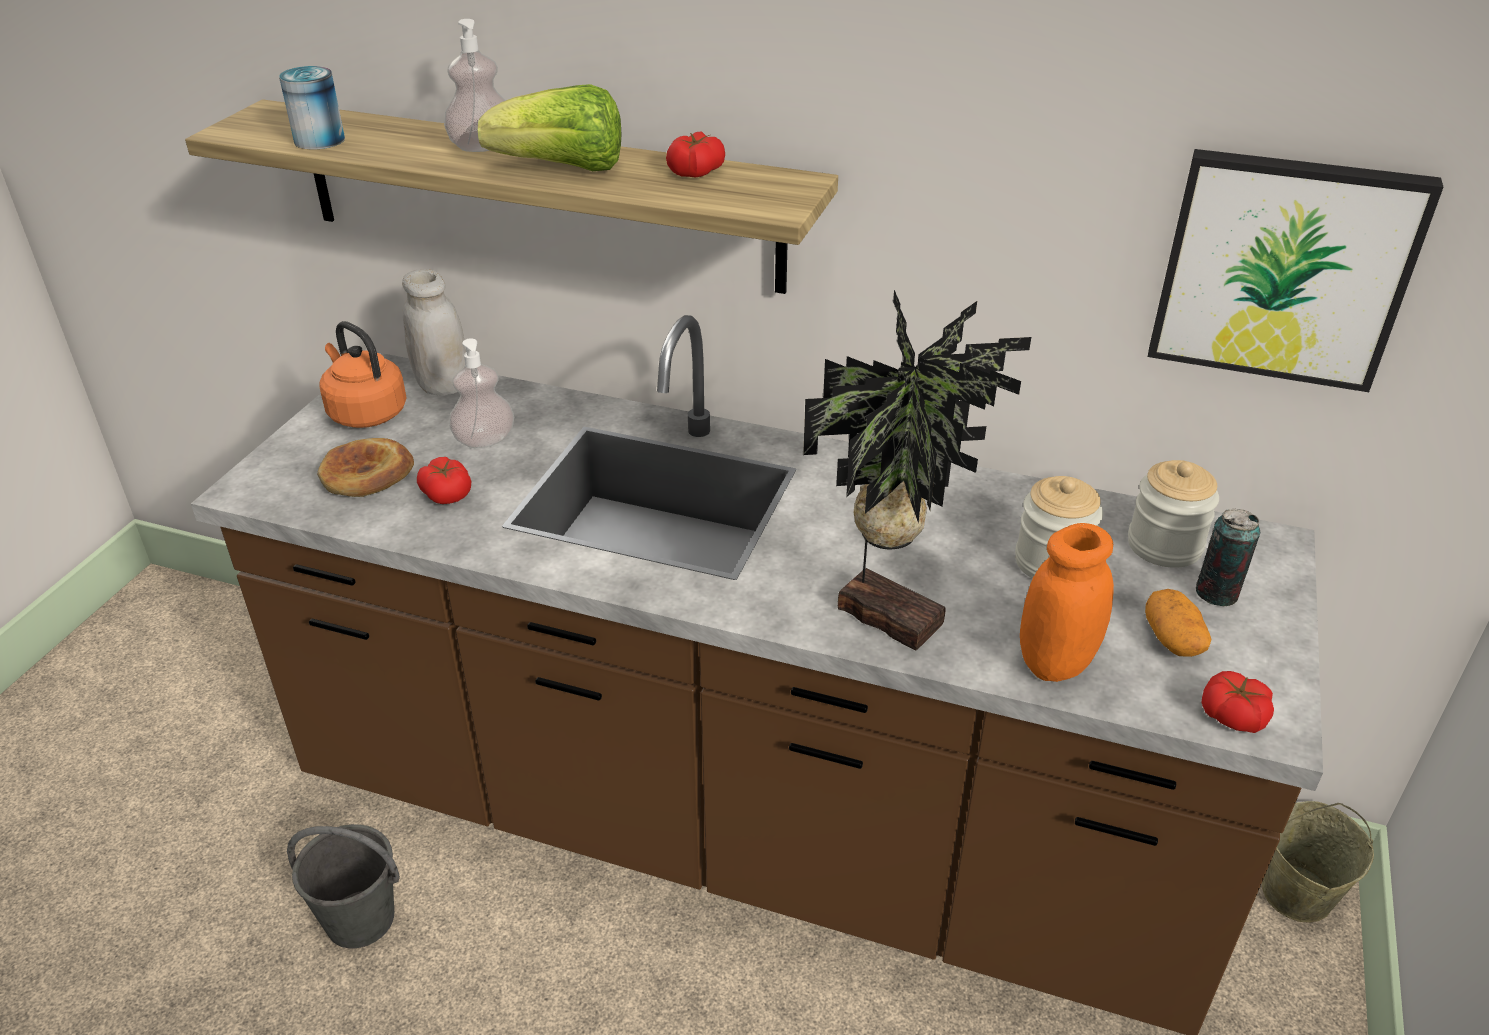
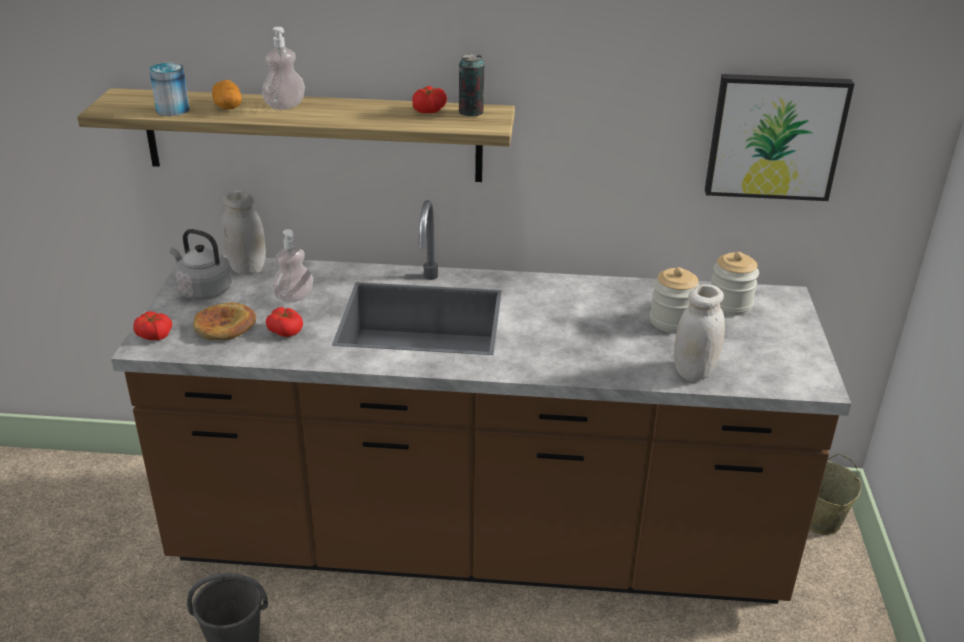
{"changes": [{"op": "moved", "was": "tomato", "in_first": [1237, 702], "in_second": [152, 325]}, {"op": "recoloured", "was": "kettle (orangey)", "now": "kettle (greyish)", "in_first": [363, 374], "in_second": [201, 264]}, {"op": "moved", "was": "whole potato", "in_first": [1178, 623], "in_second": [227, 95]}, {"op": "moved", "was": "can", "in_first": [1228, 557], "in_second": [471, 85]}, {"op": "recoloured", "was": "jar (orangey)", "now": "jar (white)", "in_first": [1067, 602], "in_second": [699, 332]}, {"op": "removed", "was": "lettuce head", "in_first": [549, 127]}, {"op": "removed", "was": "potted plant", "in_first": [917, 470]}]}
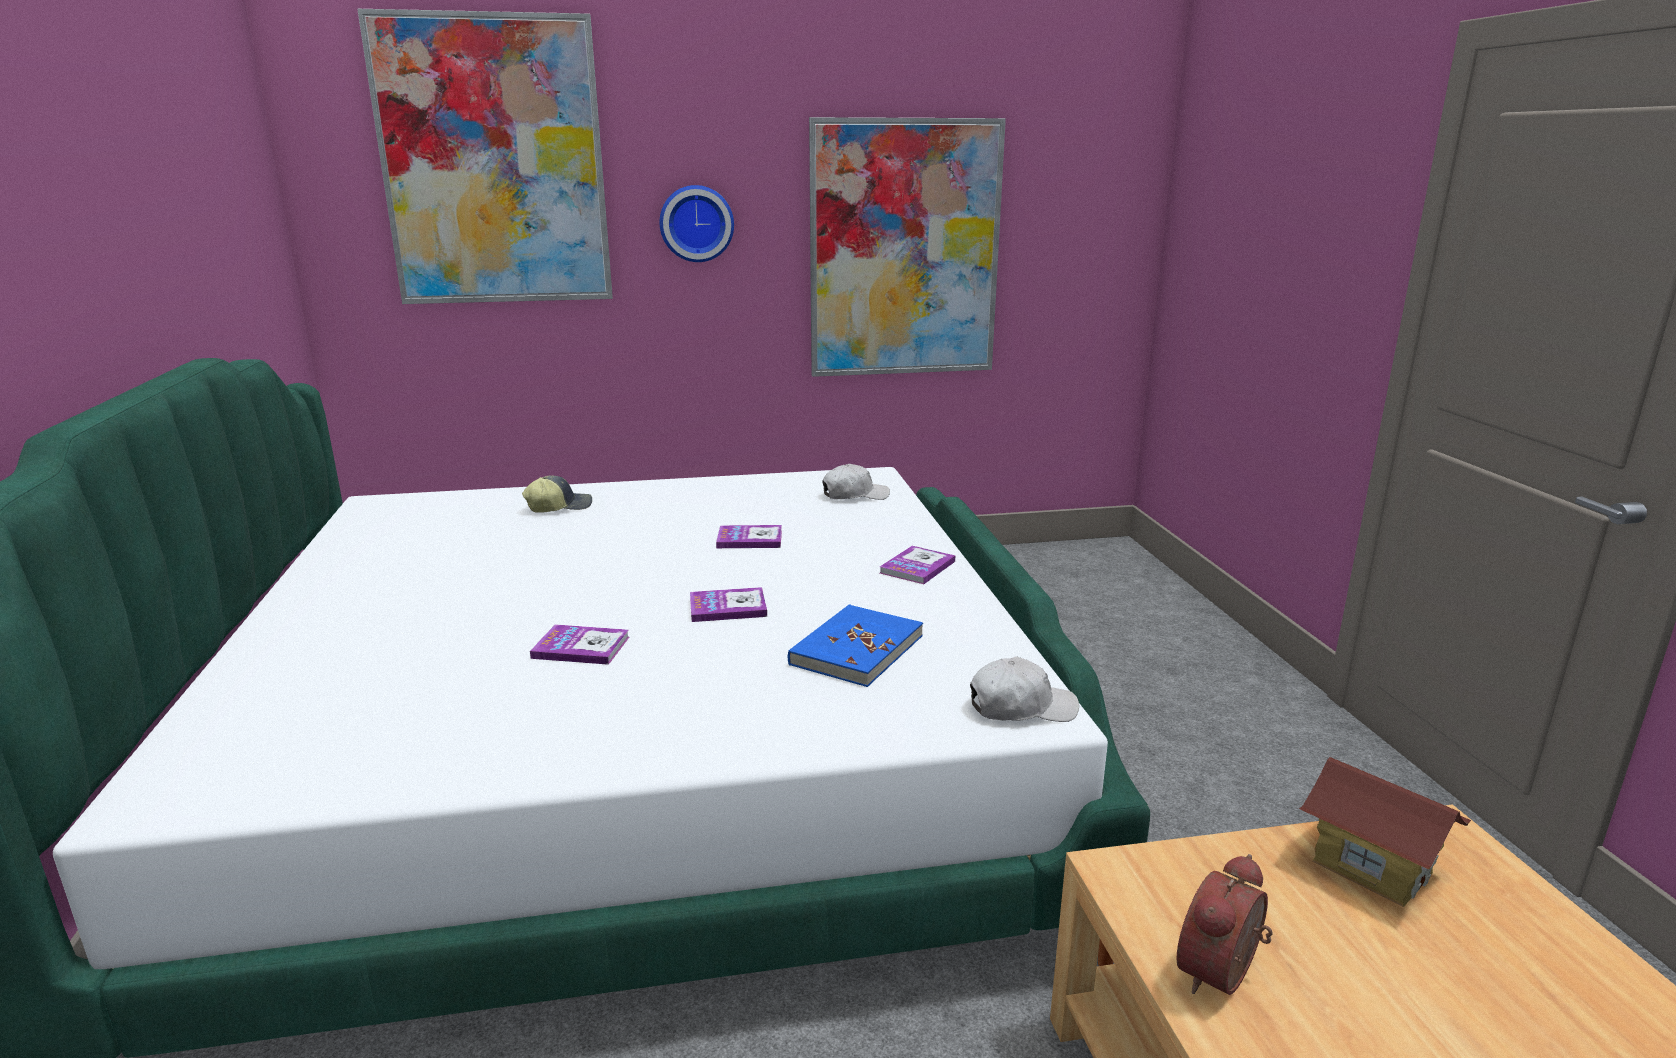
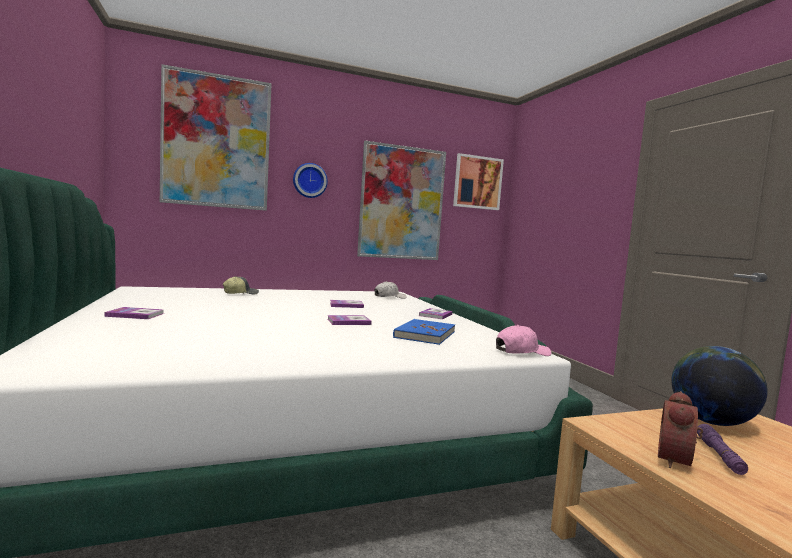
{"changes": [{"op": "moved", "was": "bound book", "in_first": [579, 644], "in_second": [134, 313]}, {"op": "added", "now": "wall art", "in_second": [478, 181]}, {"op": "recoloured", "was": "peaked cap (white)", "now": "peaked cap (pink-coloured)", "in_first": [1024, 689], "in_second": [523, 340]}, {"op": "replaced", "was": "toy house", "now": "world globe", "in_first": [1385, 832], "in_second": [719, 386]}, {"op": "added", "now": "flashlight (purplish)", "in_second": [722, 449]}]}
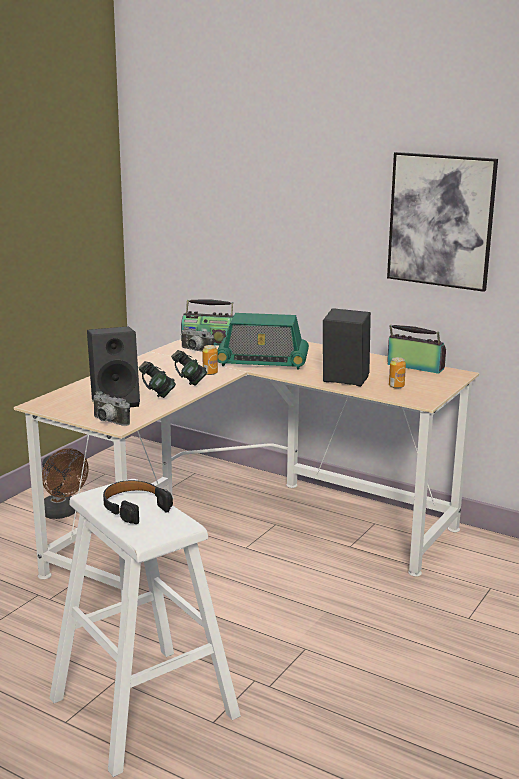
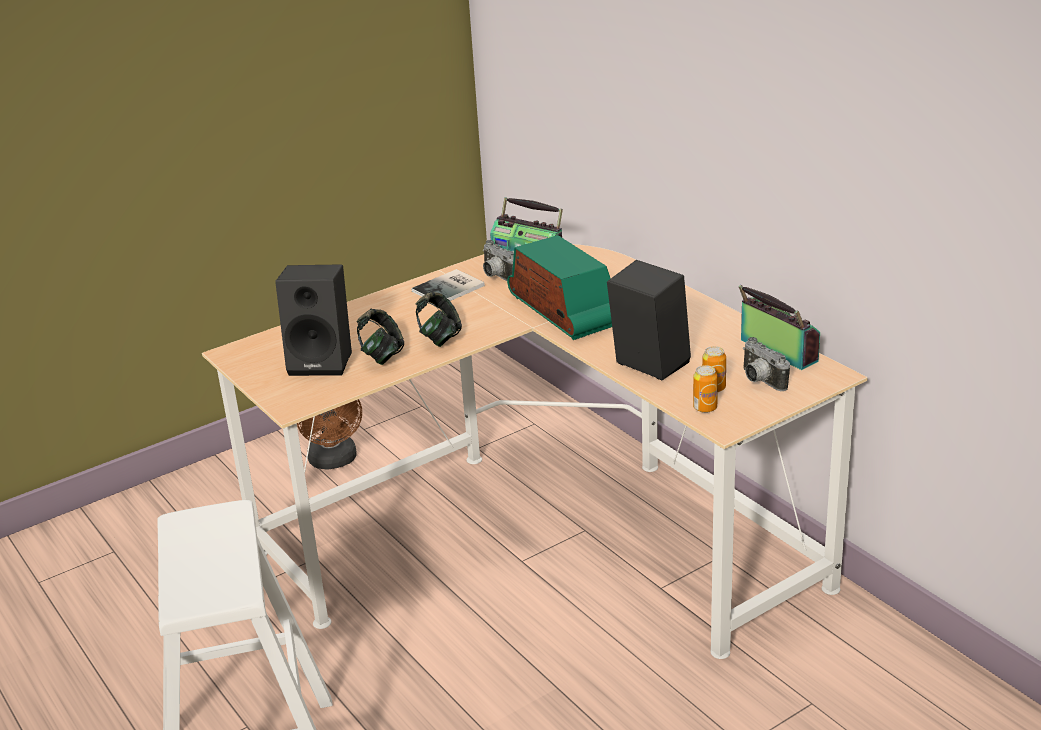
{"changes": [{"op": "added", "now": "bound book", "in_second": [448, 285]}, {"op": "turned", "was": "radio set", "in_first": [263, 341], "in_second": [559, 287], "clockwise": -150}, {"op": "moved", "was": "can", "in_first": [210, 360], "in_second": [705, 389]}, {"op": "moved", "was": "photo camera", "in_first": [111, 408], "in_second": [766, 364]}, {"op": "removed", "was": "headphones (blackish)", "in_first": [138, 502]}, {"op": "removed", "was": "wall art", "in_first": [442, 222]}]}
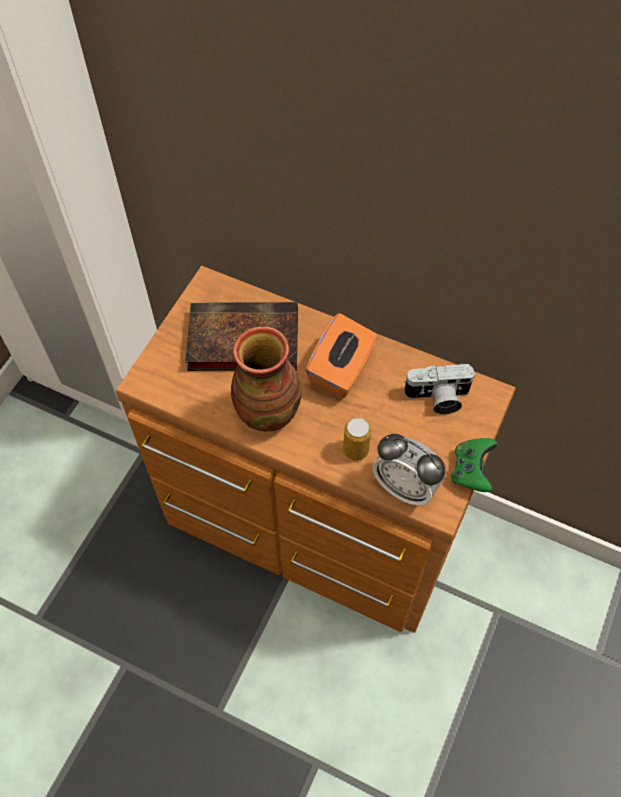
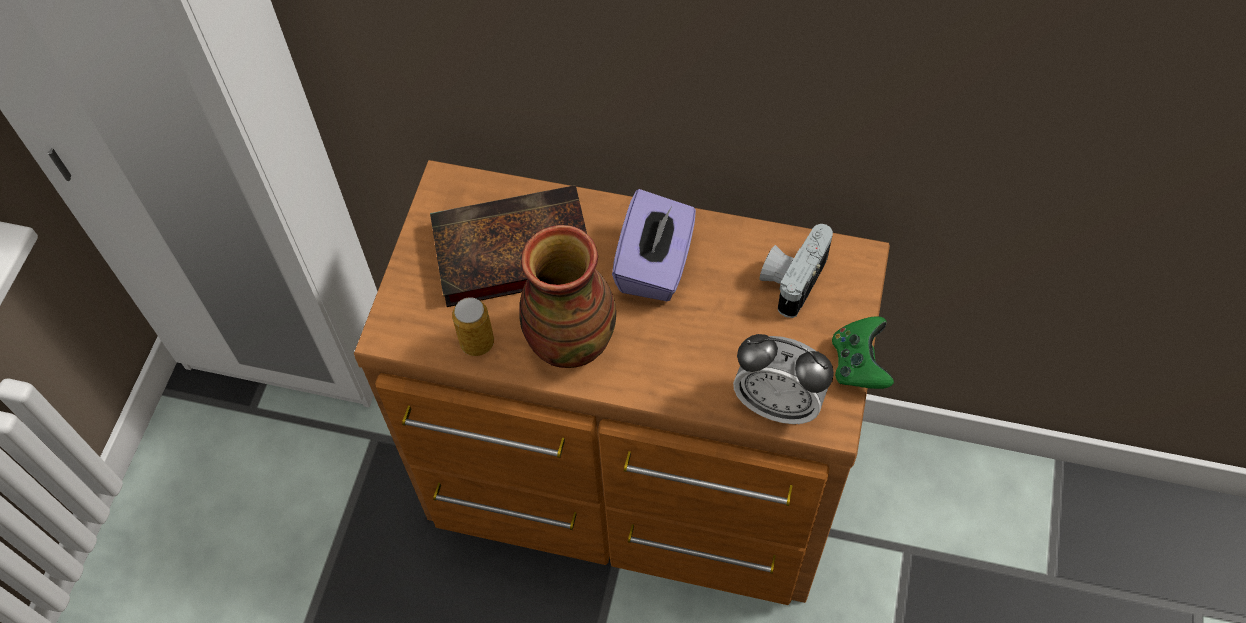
{"changes": [{"op": "moved", "was": "can", "in_first": [357, 439], "in_second": [473, 326]}, {"op": "recoloured", "was": "tissue box (orangey)", "now": "tissue box (purplish)", "in_first": [341, 355], "in_second": [654, 245]}, {"op": "turned", "was": "photo camera", "in_first": [439, 389], "in_second": [796, 271], "clockwise": 135}]}
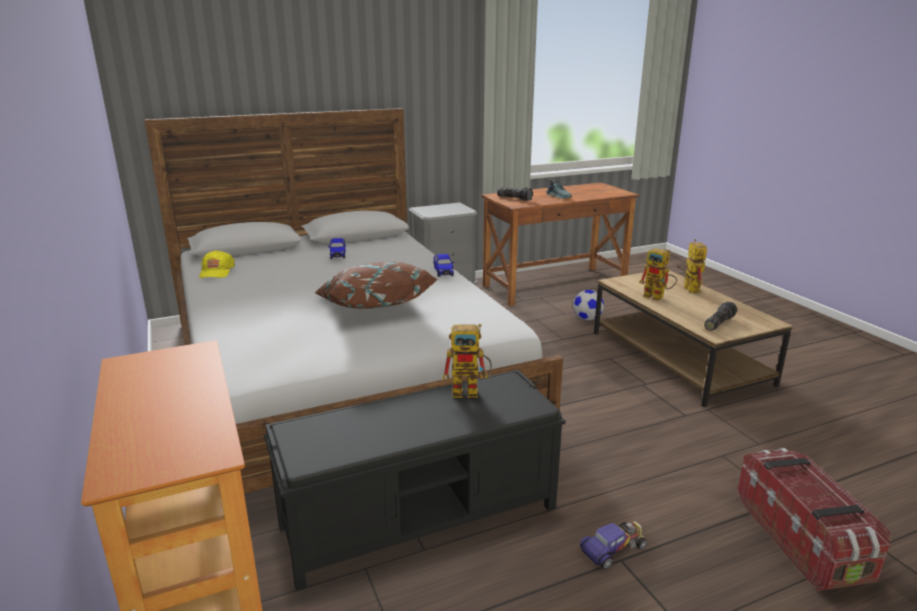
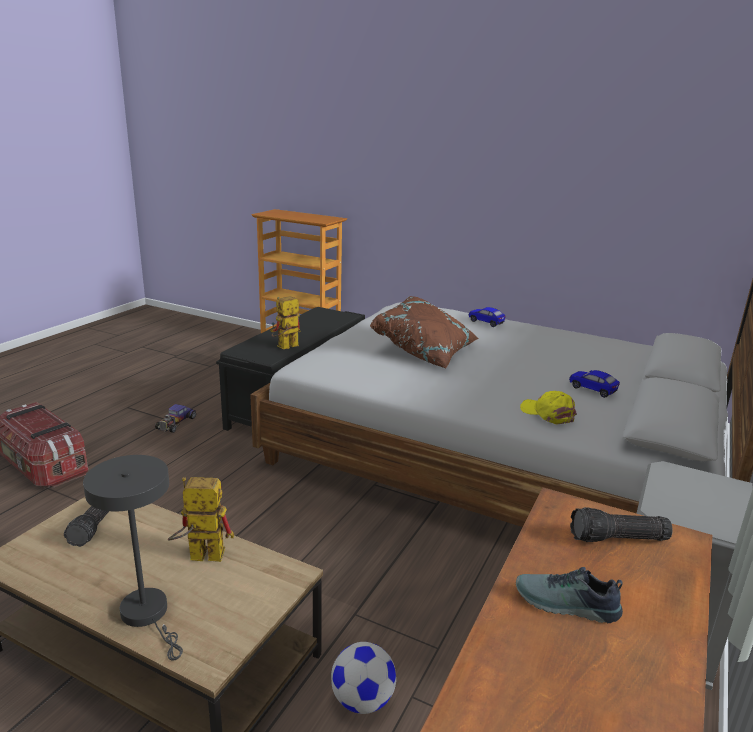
{"changes": [{"op": "replaced", "was": "model robot", "now": "table lamp (greyish)", "in_first": [692, 266], "in_second": [133, 558]}, {"op": "moved", "was": "toy car", "in_first": [443, 265], "in_second": [487, 317]}, {"op": "moved", "was": "peaked cap (yellowish)", "in_first": [217, 264], "in_second": [548, 407]}]}
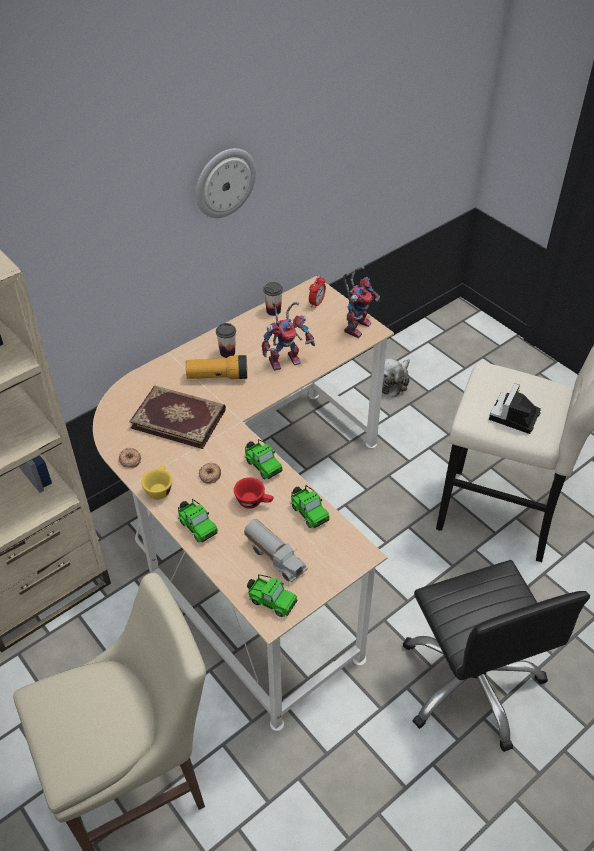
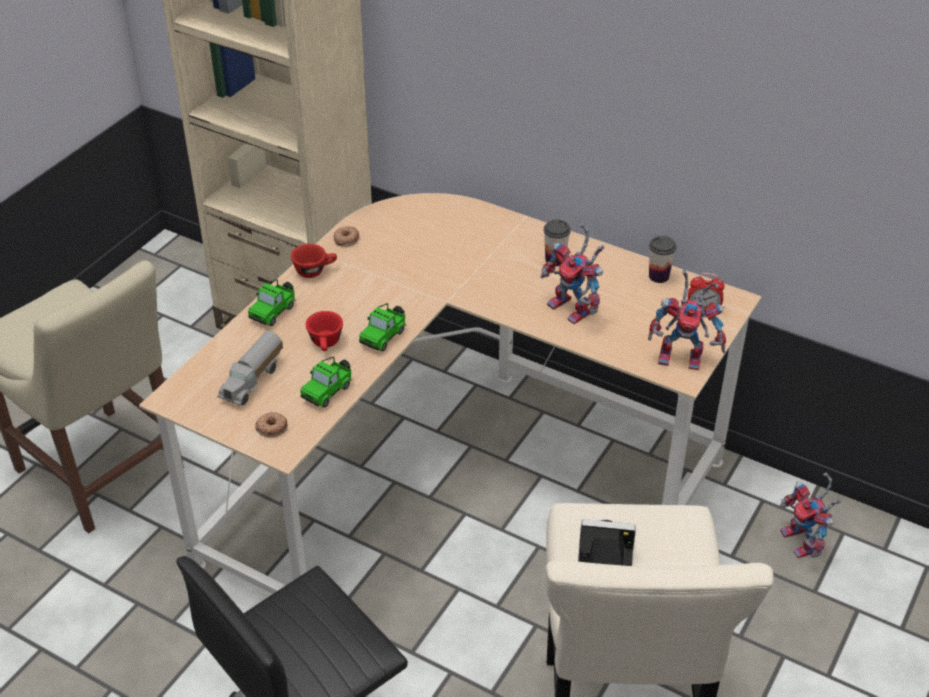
{"changes": [{"op": "moved", "was": "doughnut", "in_first": [210, 473], "in_second": [271, 424]}, {"op": "recoloured", "was": "small cup (yellowish)", "now": "small cup (red-coloured)", "in_first": [156, 482], "in_second": [314, 261]}, {"op": "replaced", "was": "cuddly toy", "now": "model robot", "in_first": [396, 377], "in_second": [810, 515]}, {"op": "removed", "was": "bound book", "in_first": [177, 417]}, {"op": "removed", "was": "flashlight", "in_first": [217, 367]}, {"op": "removed", "was": "wall clock", "in_first": [226, 183]}, {"op": "removed", "was": "toy car", "in_first": [272, 595]}]}
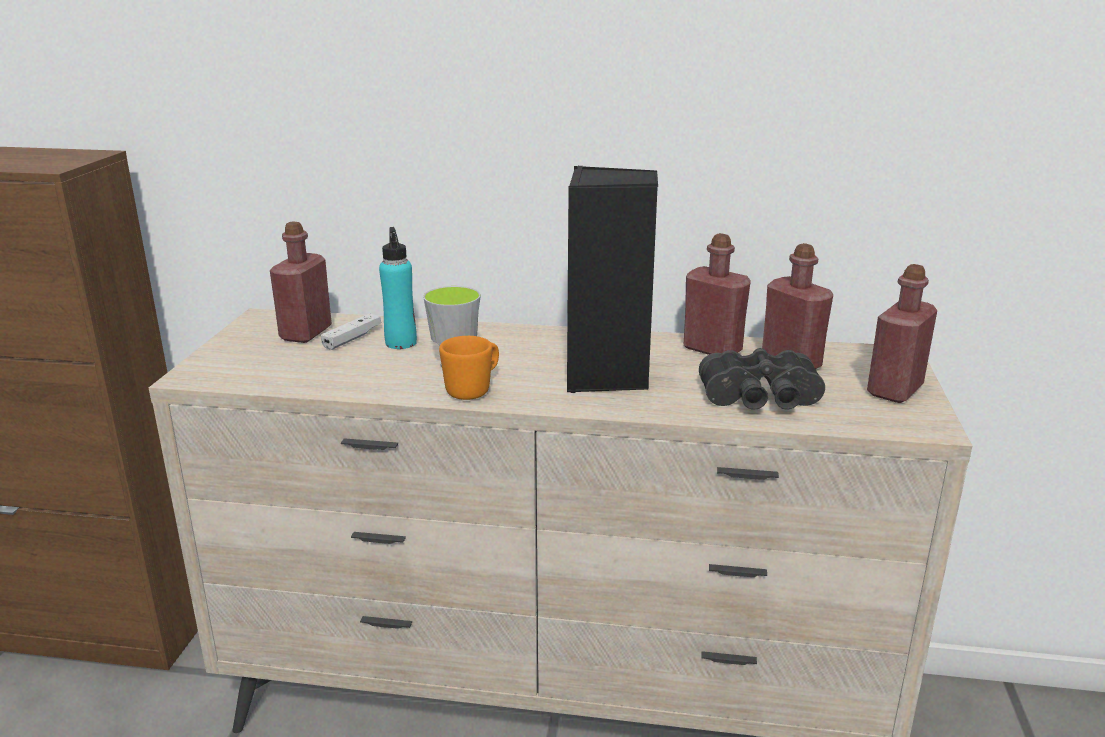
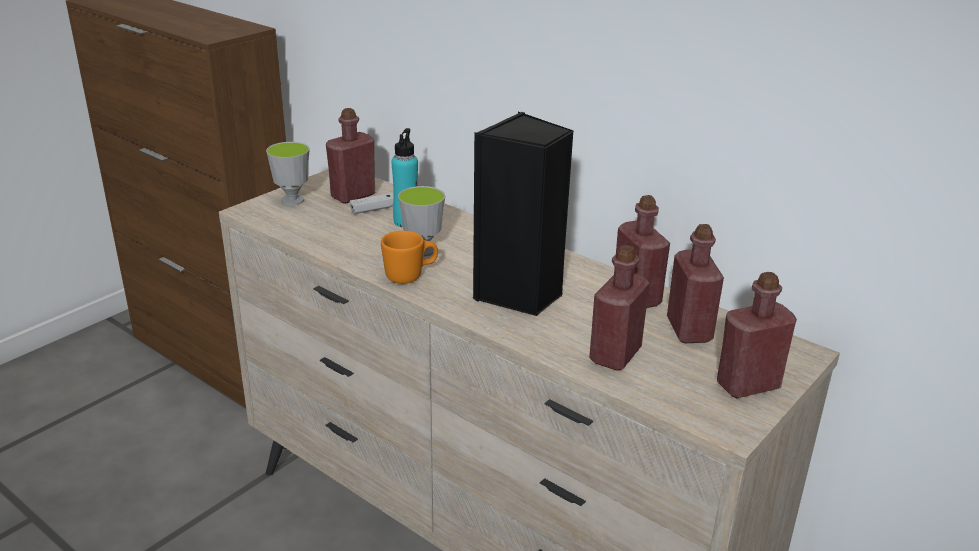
{"changes": [{"op": "added", "now": "small cup", "in_second": [288, 173]}, {"op": "replaced", "was": "field glasses (blackish)", "now": "bottle (red-coloured)", "in_first": [762, 379], "in_second": [619, 307]}]}
